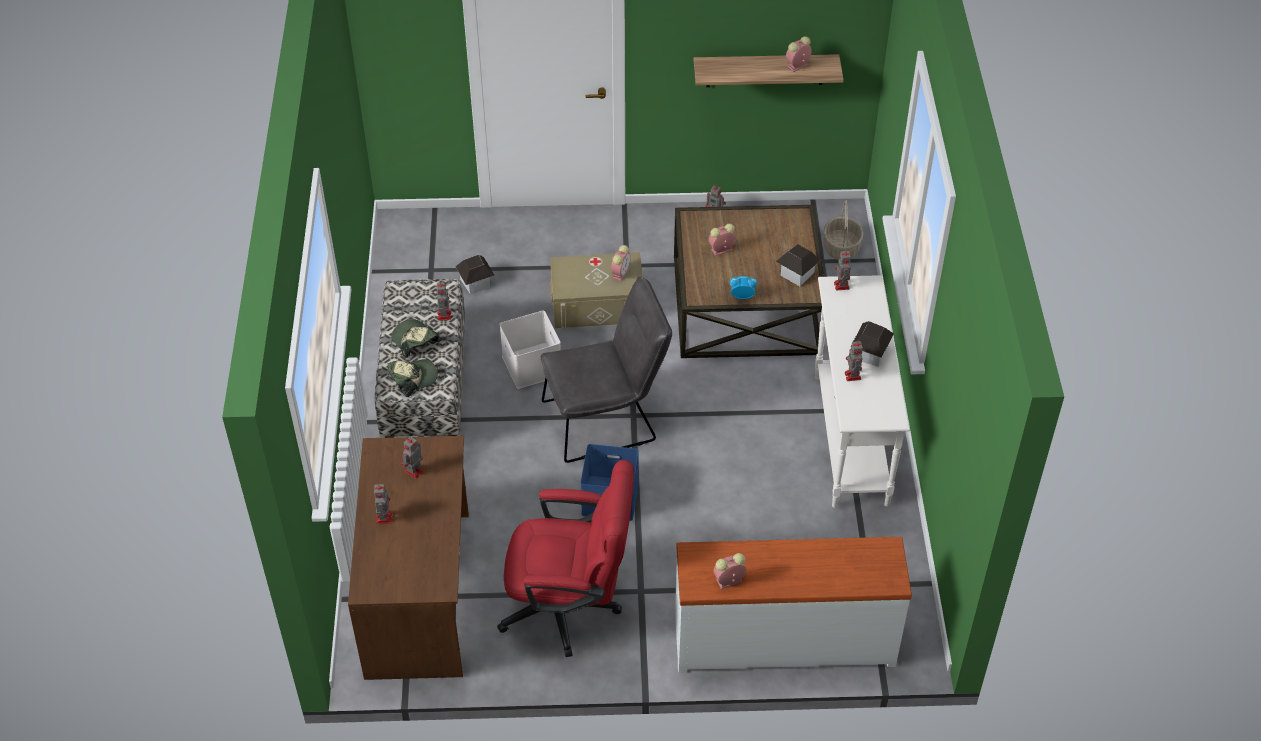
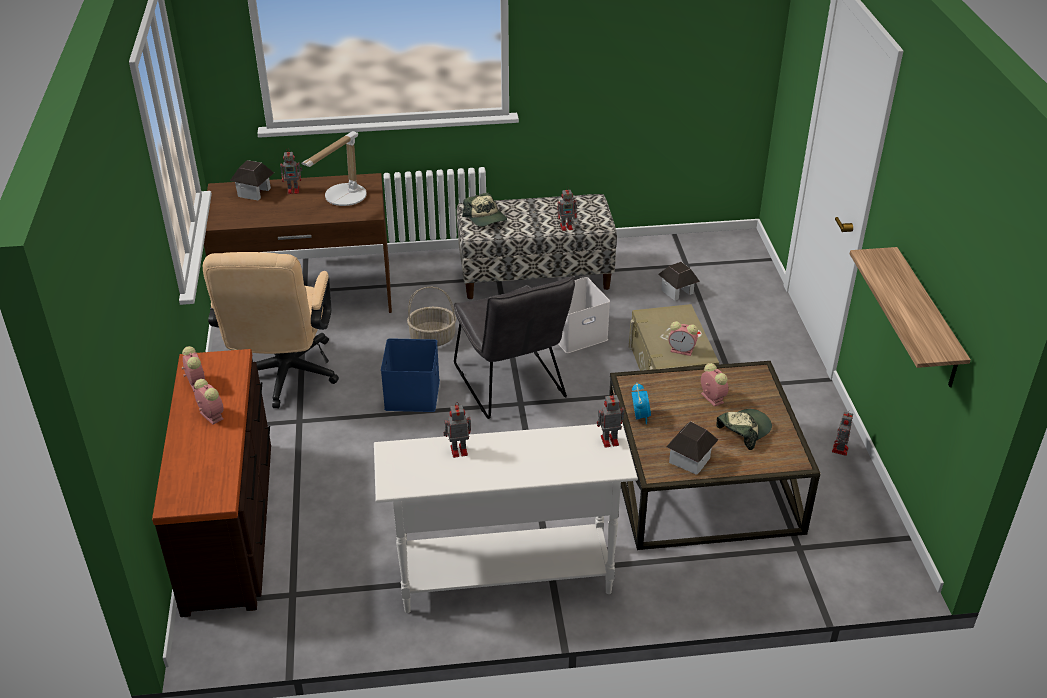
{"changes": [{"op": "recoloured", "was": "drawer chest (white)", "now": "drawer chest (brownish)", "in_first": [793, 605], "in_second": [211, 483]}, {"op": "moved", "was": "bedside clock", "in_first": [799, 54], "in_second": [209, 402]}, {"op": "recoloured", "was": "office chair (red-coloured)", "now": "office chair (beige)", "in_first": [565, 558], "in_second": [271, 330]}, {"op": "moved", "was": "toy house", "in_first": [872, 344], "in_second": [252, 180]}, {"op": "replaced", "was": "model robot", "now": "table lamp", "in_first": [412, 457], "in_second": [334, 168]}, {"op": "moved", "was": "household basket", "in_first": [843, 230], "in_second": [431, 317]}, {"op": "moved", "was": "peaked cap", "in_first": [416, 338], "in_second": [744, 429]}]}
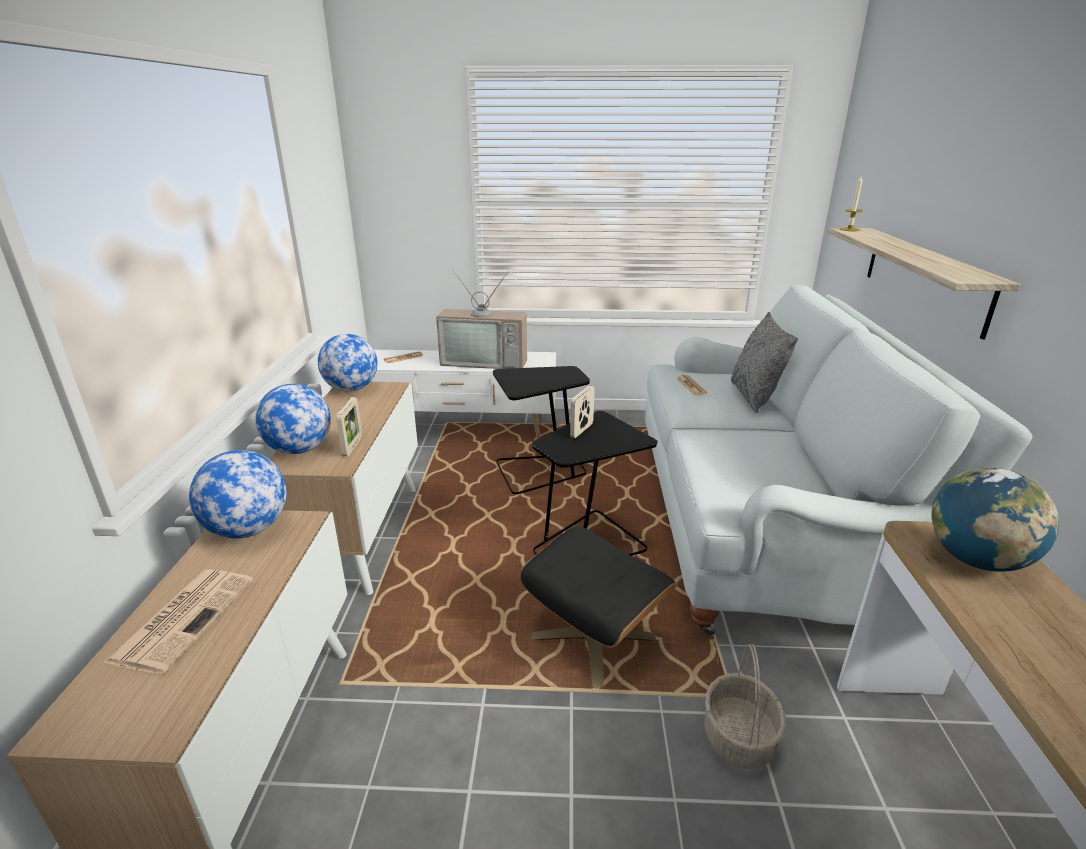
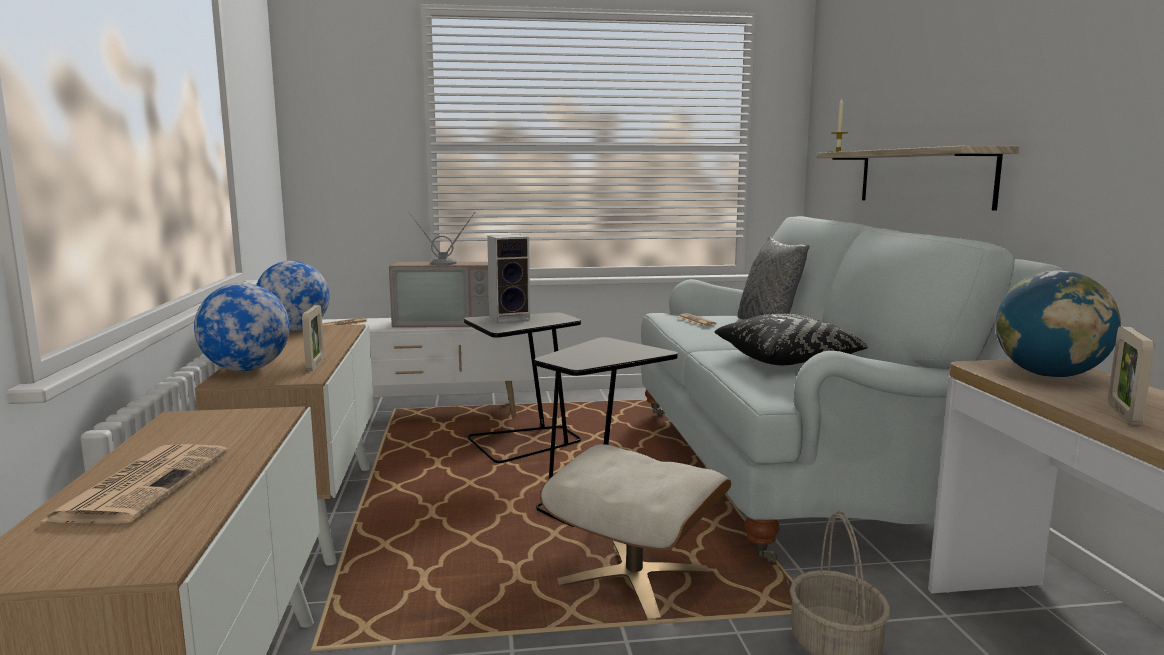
{"changes": [{"op": "added", "now": "speaker", "in_second": [508, 278]}, {"op": "recoloured", "was": "footrest (blackish)", "now": "footrest (beige)", "in_first": [598, 606], "in_second": [635, 531]}, {"op": "added", "now": "pillow (blackish)", "in_second": [791, 339]}, {"op": "moved", "was": "picture frame", "in_first": [582, 411], "in_second": [1131, 376]}, {"op": "removed", "was": "world globe", "in_first": [238, 494]}]}
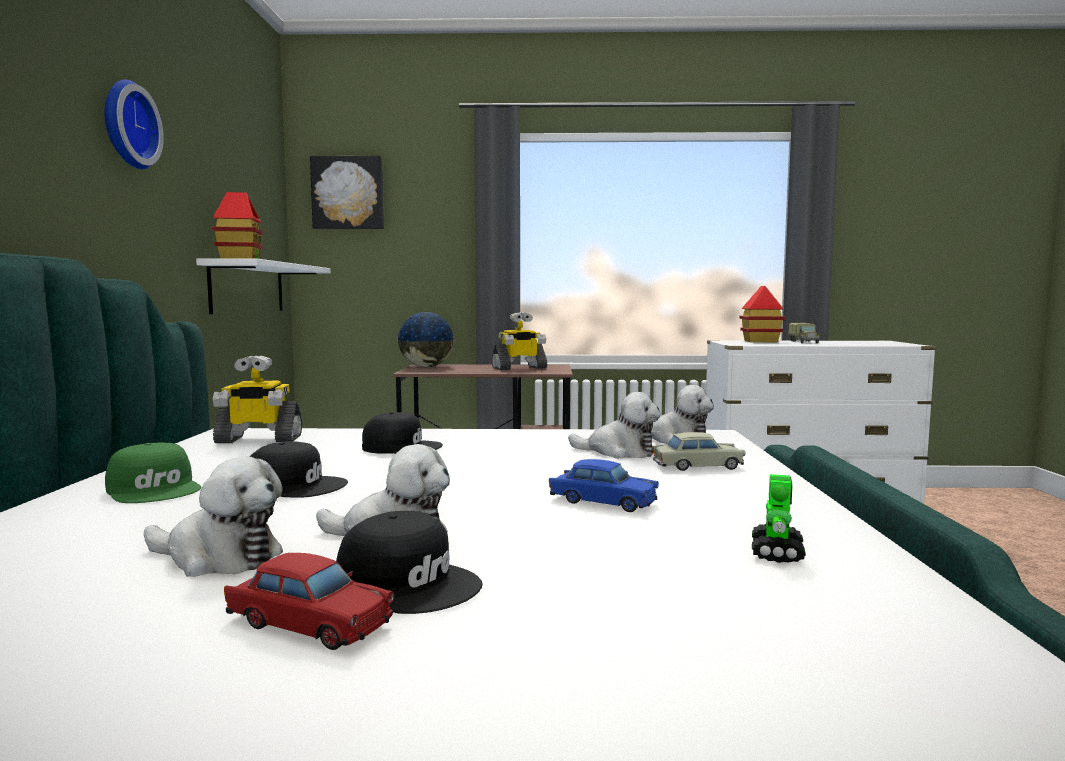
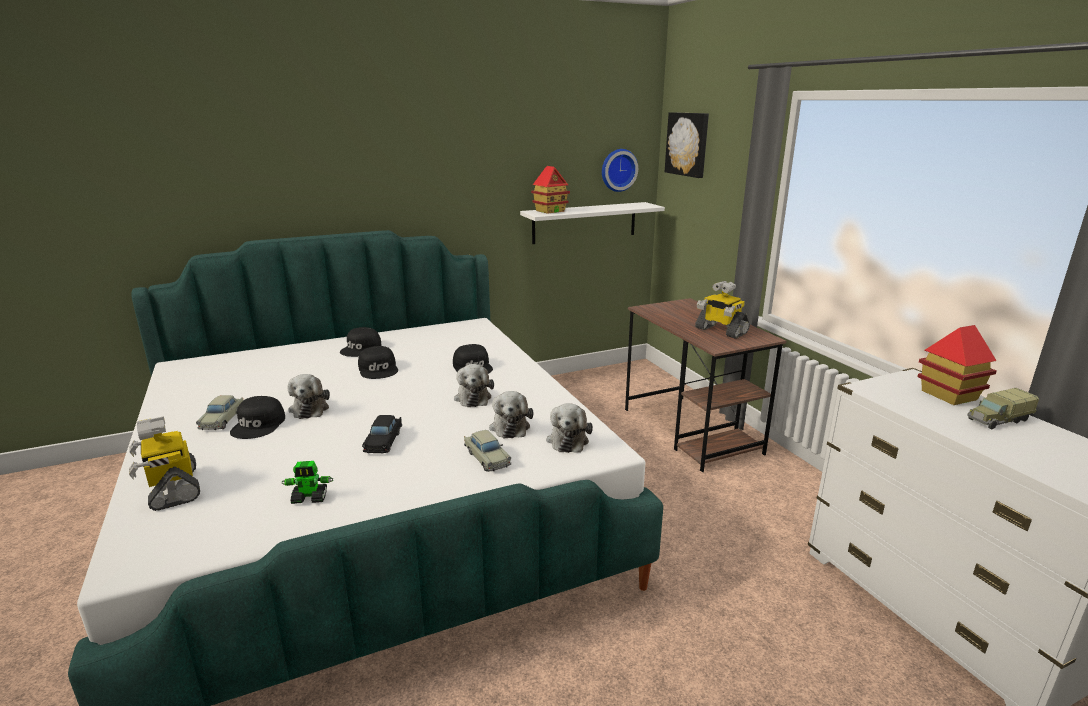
{"changes": [{"op": "moved", "was": "model robot", "in_first": [257, 399], "in_second": [164, 463]}, {"op": "recoloured", "was": "toy car (red-coloured)", "now": "toy car (beige)", "in_first": [309, 601], "in_second": [219, 412]}, {"op": "recoloured", "was": "peaked cap (green)", "now": "peaked cap (blackish)", "in_first": [153, 473], "in_second": [361, 342]}, {"op": "recoloured", "was": "toy car (blue-coloured)", "now": "toy car (blackish)", "in_first": [604, 485], "in_second": [382, 434]}, {"op": "moved", "was": "cuddly toy", "in_first": [213, 516], "in_second": [474, 385]}, {"op": "moved", "was": "wall clock", "in_first": [134, 124], "in_second": [620, 170]}, {"op": "removed", "was": "world globe", "in_first": [426, 339]}]}
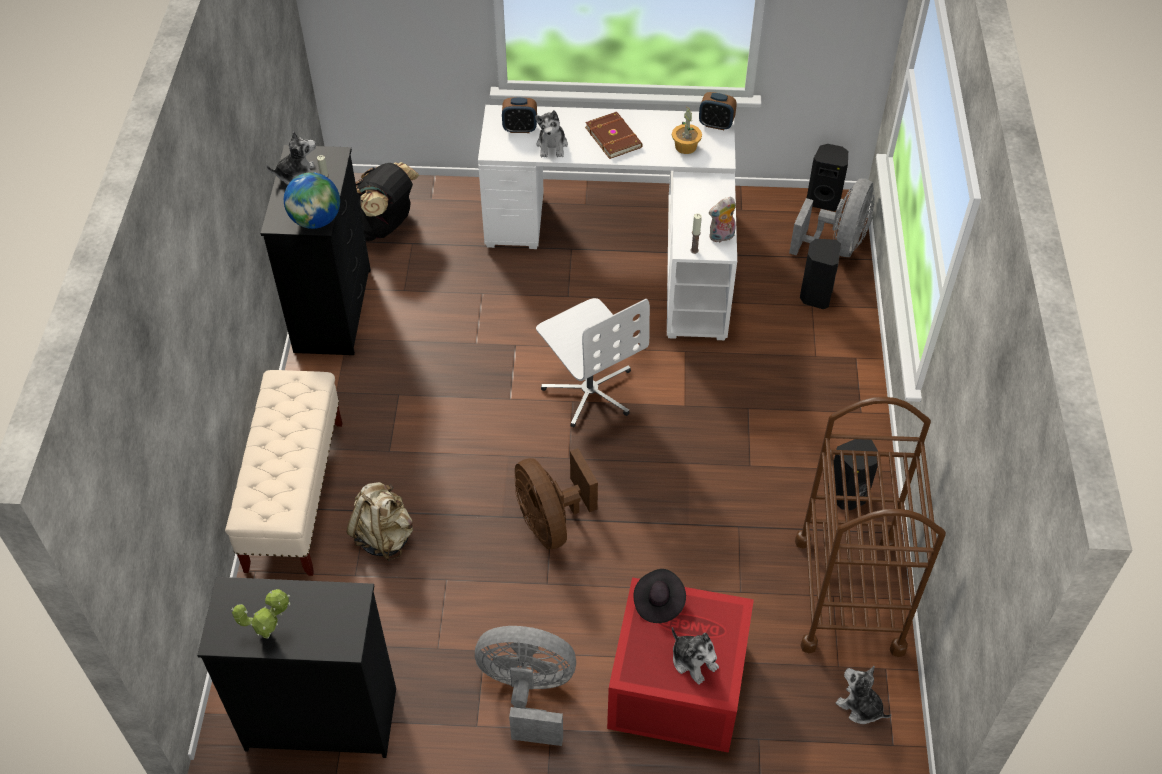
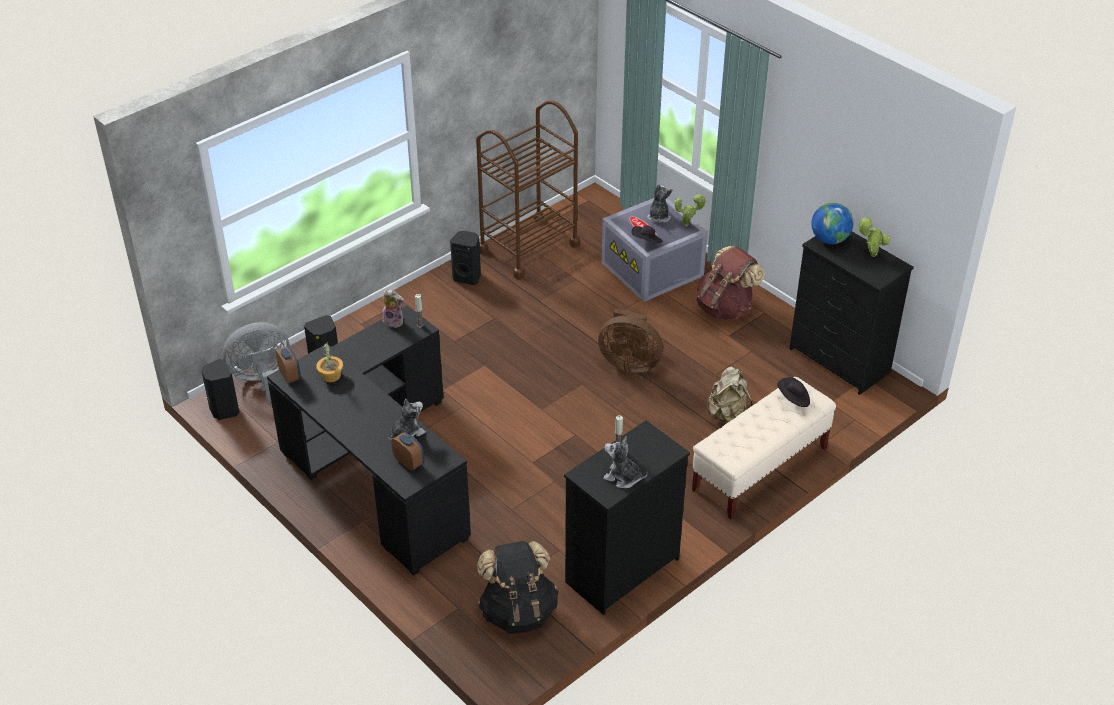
{"changes": [{"op": "recoloured", "was": "desk table (white)", "now": "desk table (blackish)", "in_first": [607, 222], "in_second": [369, 441]}, {"op": "turned", "was": "electric fan (brownish)", "in_first": [556, 499], "in_second": [630, 341], "clockwise": 90}, {"op": "recoloured", "was": "storage box (red-coloured)", "now": "storage box (greyish)", "in_first": [680, 665], "in_second": [654, 250]}, {"op": "added", "now": "potted plant", "in_second": [690, 210]}, {"op": "replaced", "was": "electric fan (greyish)", "now": "backpack (brownish)", "in_first": [525, 686], "in_second": [731, 283]}, {"op": "added", "now": "wearable hat (blackish)", "in_second": [793, 392]}, {"op": "moved", "was": "world globe", "in_first": [312, 200], "in_second": [832, 223]}, {"op": "removed", "was": "office chair (white)", "in_first": [593, 362]}, {"op": "removed", "was": "bound book (brownish)", "in_first": [614, 135]}, {"op": "removed", "was": "cuddly toy", "in_first": [863, 695]}]}
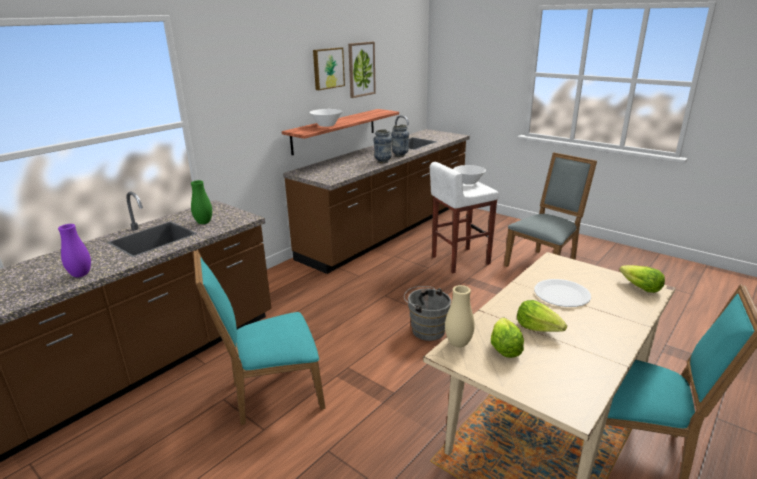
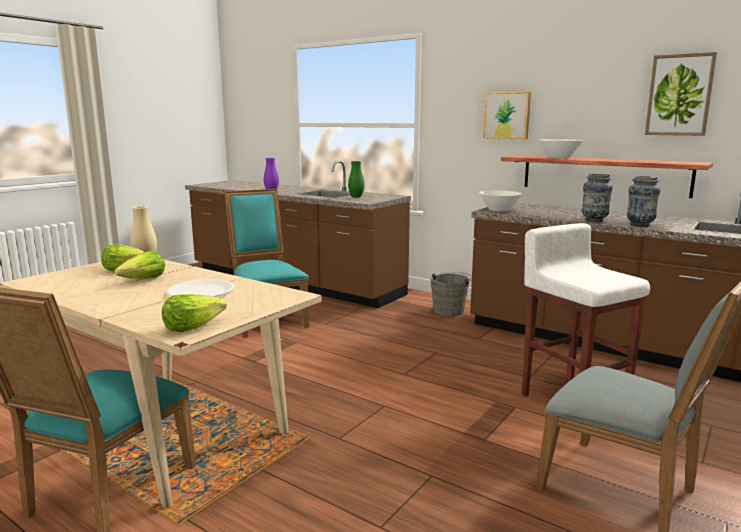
{"changes": [{"op": "moved", "was": "bucket (greyish)", "in_first": [427, 313], "in_second": [451, 294]}, {"op": "moved", "was": "deep dish (white)", "in_first": [469, 175], "in_second": [500, 201]}, {"op": "moved", "was": "wall art", "in_first": [329, 68], "in_second": [507, 115]}]}
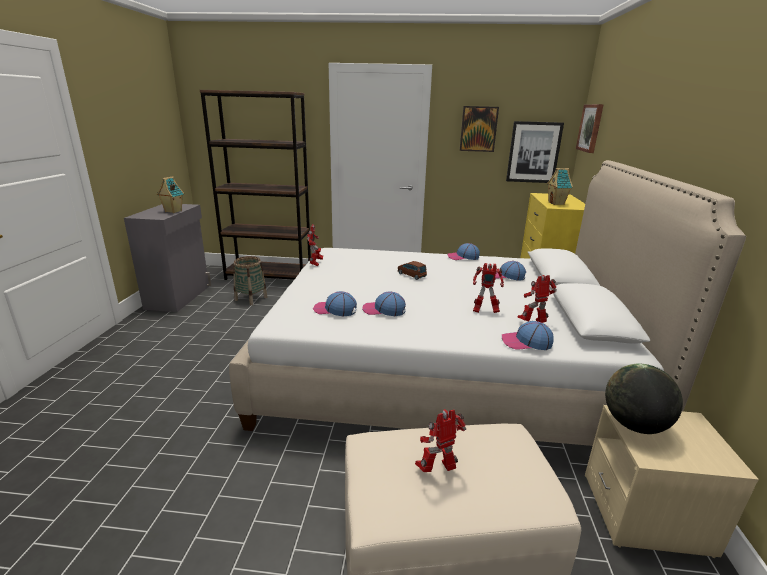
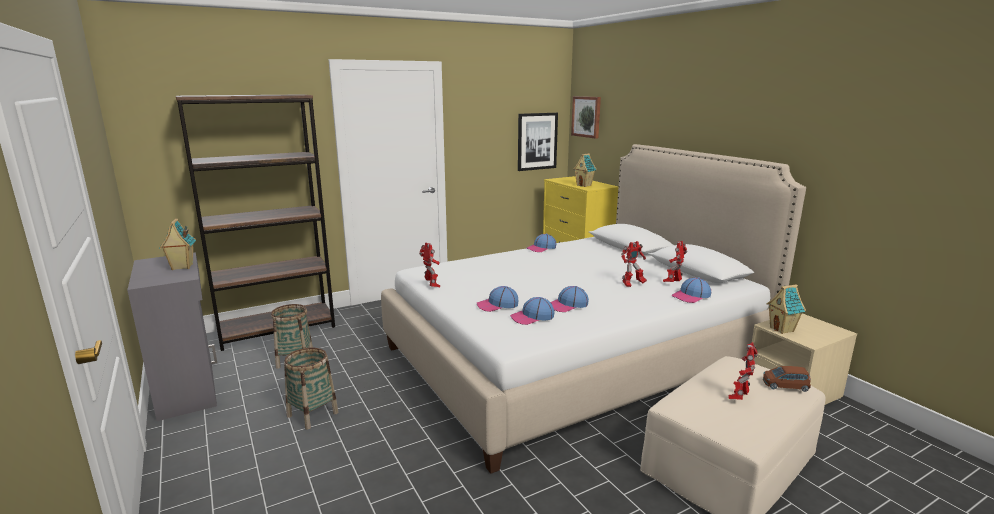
{"changes": [{"op": "added", "now": "household basket", "in_second": [311, 389]}, {"op": "moved", "was": "peaked cap", "in_first": [510, 271], "in_second": [497, 299]}, {"op": "moved", "was": "toy car (brownish)", "in_first": [412, 270], "in_second": [787, 379]}, {"op": "replaced", "was": "world globe", "now": "toy house", "in_first": [644, 398], "in_second": [786, 309]}, {"op": "removed", "was": "wall art", "in_first": [479, 129]}]}
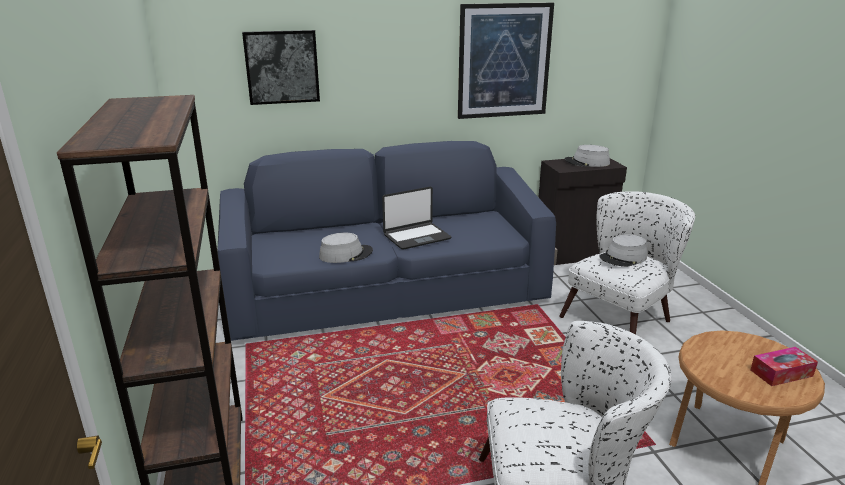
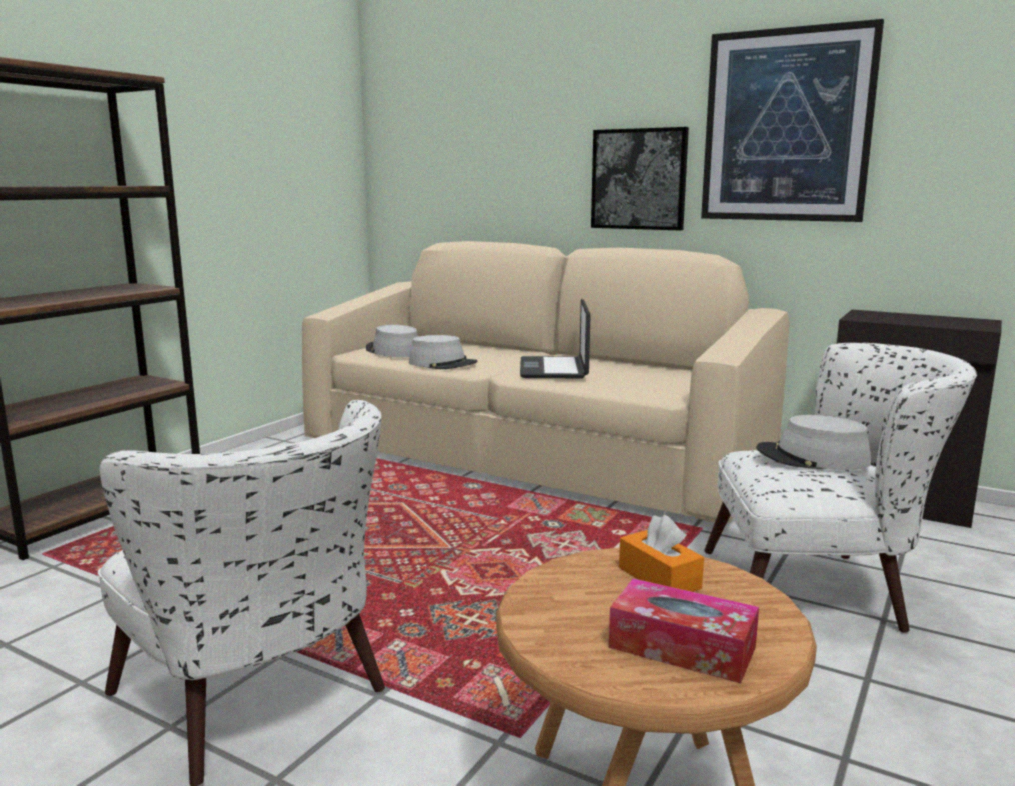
{"changes": [{"op": "recoloured", "was": "sofa (blue-coloured)", "now": "sofa (beige)", "in_first": [386, 241], "in_second": [546, 382]}, {"op": "moved", "was": "wearable hat (greyish)", "in_first": [587, 156], "in_second": [392, 341]}, {"op": "turned", "was": "laptop", "in_first": [416, 218], "in_second": [555, 338], "clockwise": 75}, {"op": "moved", "was": "wall art", "in_first": [281, 67], "in_second": [640, 178]}, {"op": "added", "now": "tissue box (orangey)", "in_second": [661, 553]}]}
